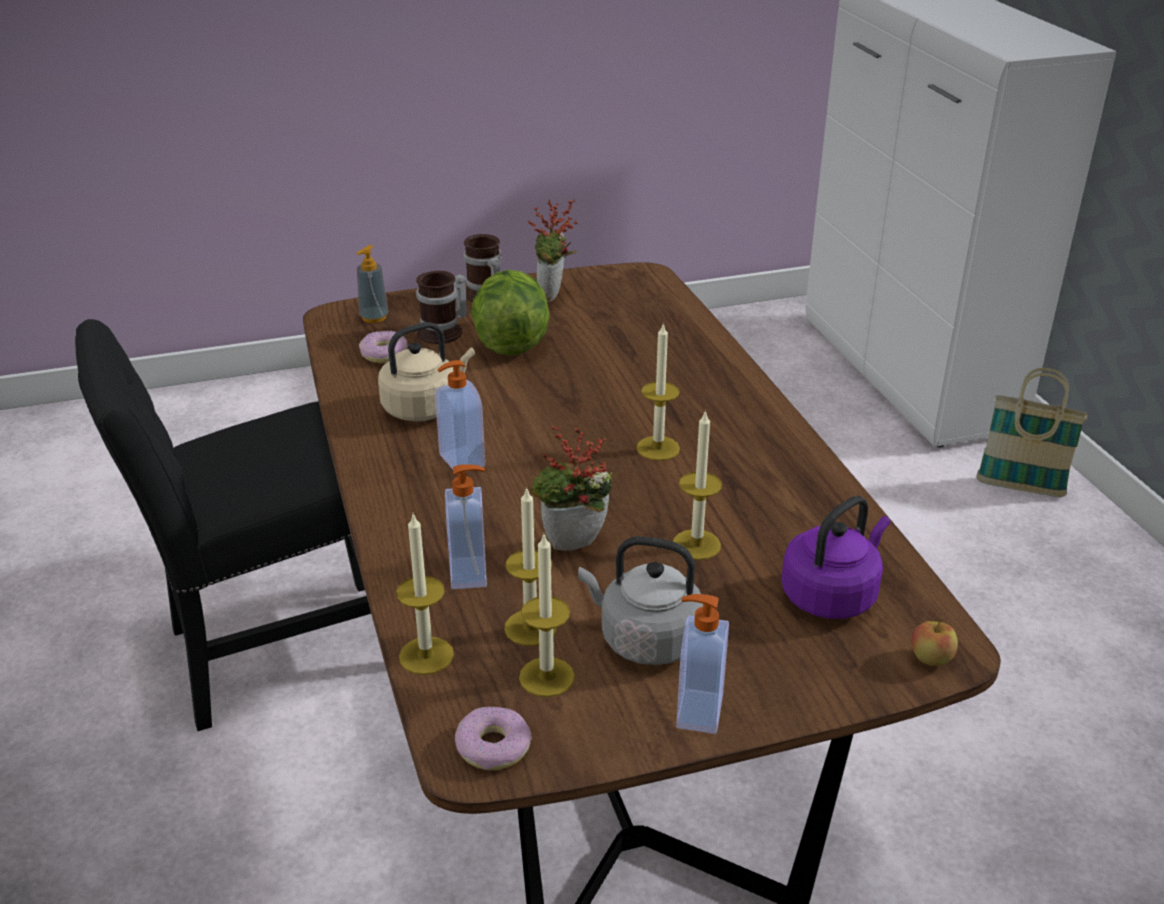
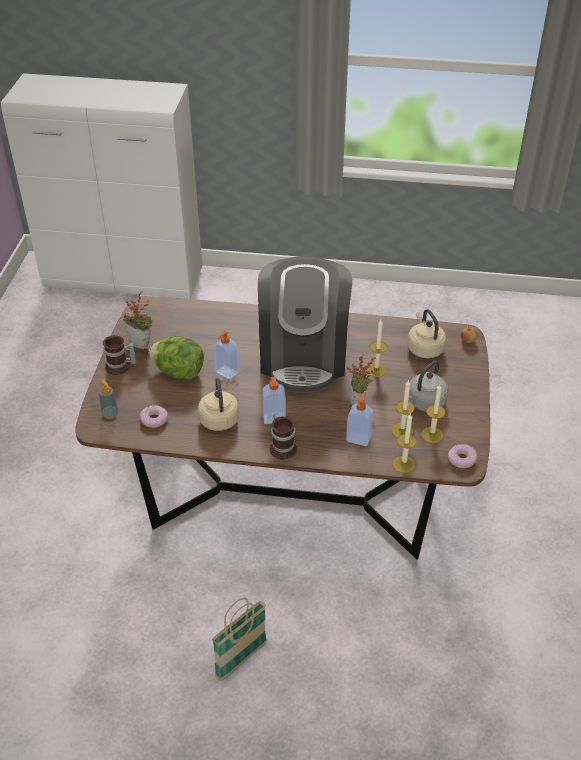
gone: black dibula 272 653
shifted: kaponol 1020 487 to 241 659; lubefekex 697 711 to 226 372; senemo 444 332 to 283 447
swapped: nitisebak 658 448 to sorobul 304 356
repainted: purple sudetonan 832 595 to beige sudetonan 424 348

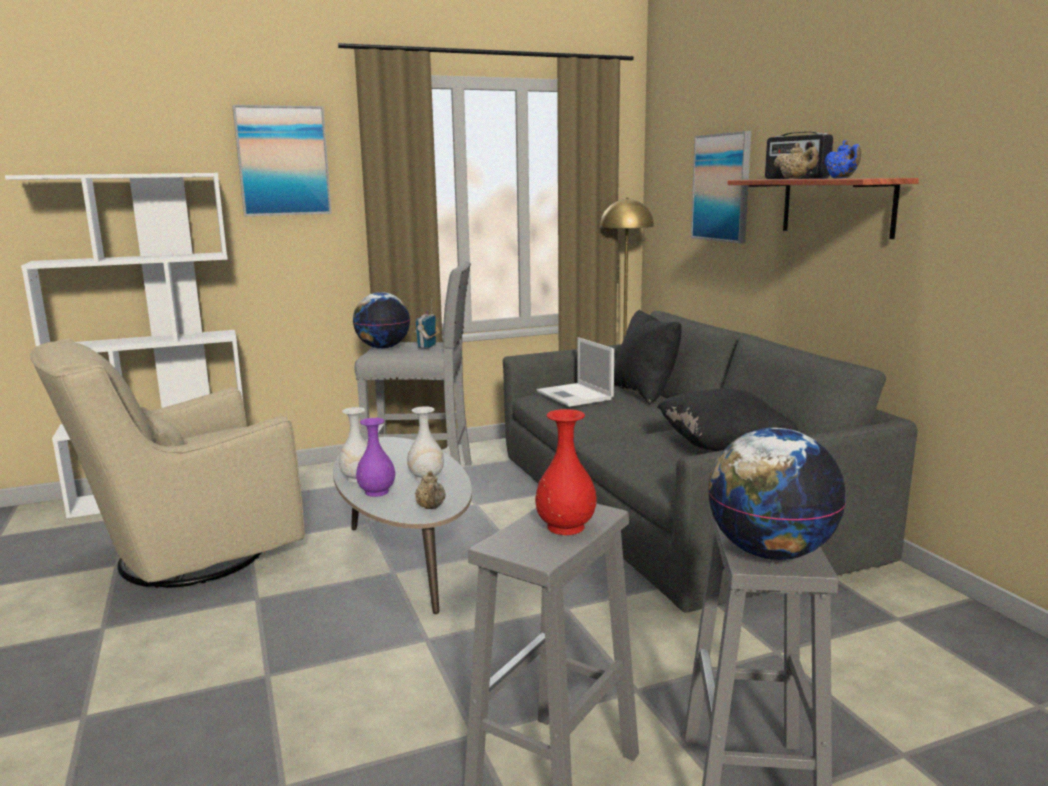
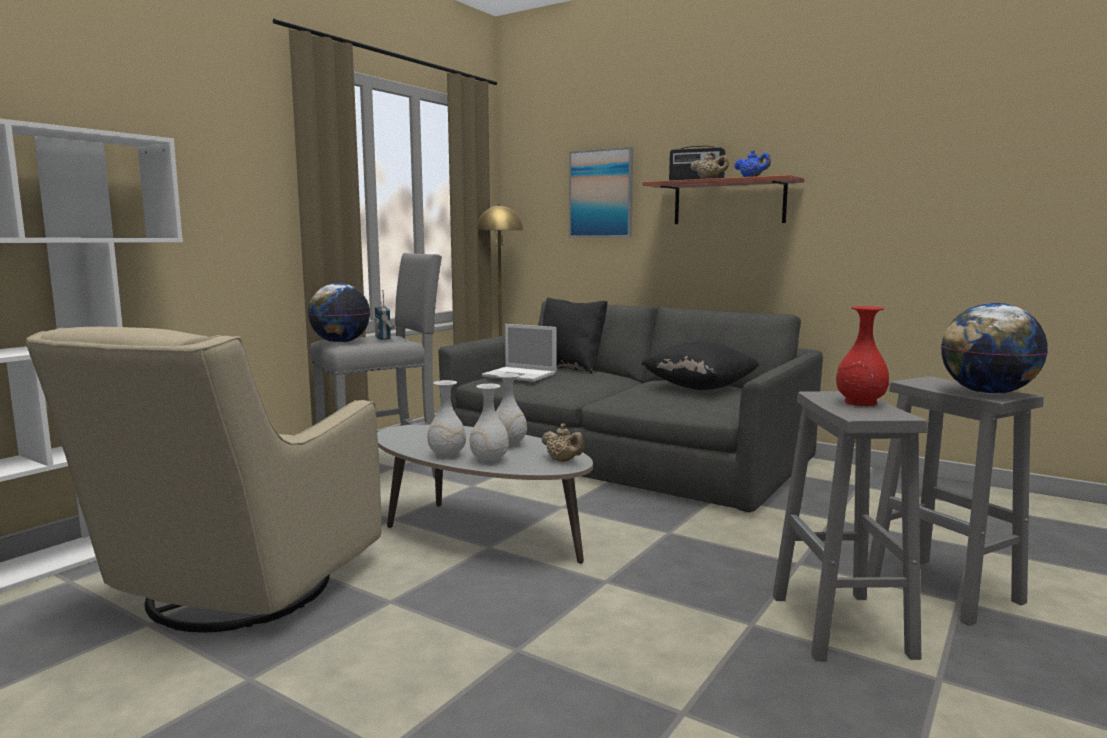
gone: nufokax 283 161
repainted: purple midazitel 377 492 to white midazitel 489 460

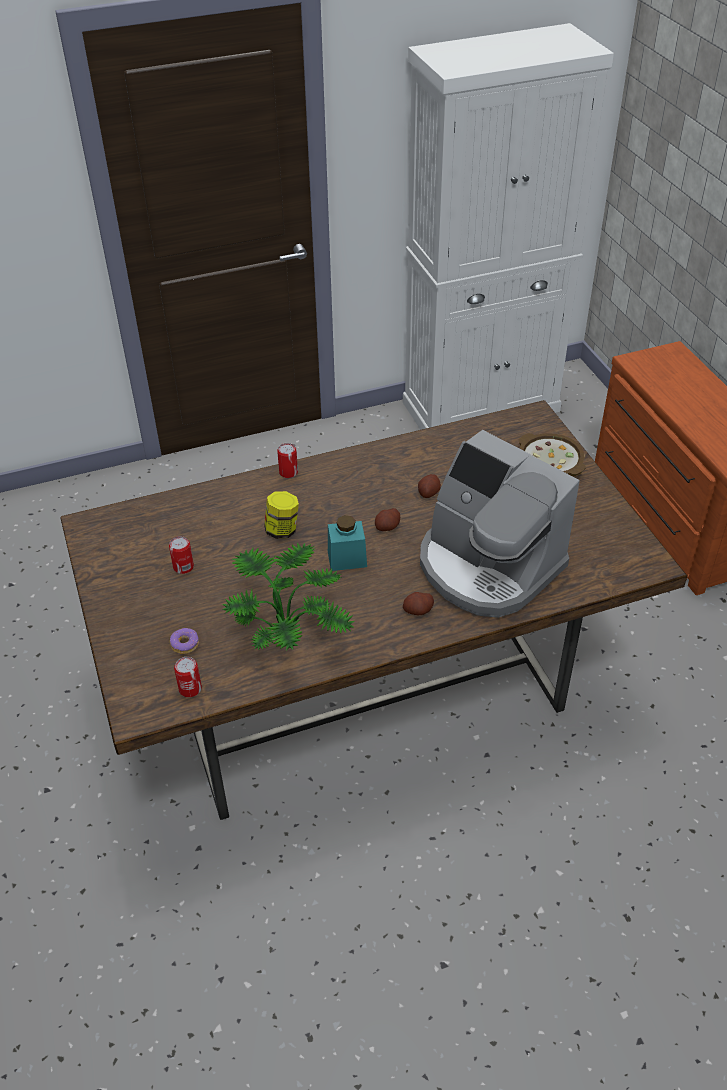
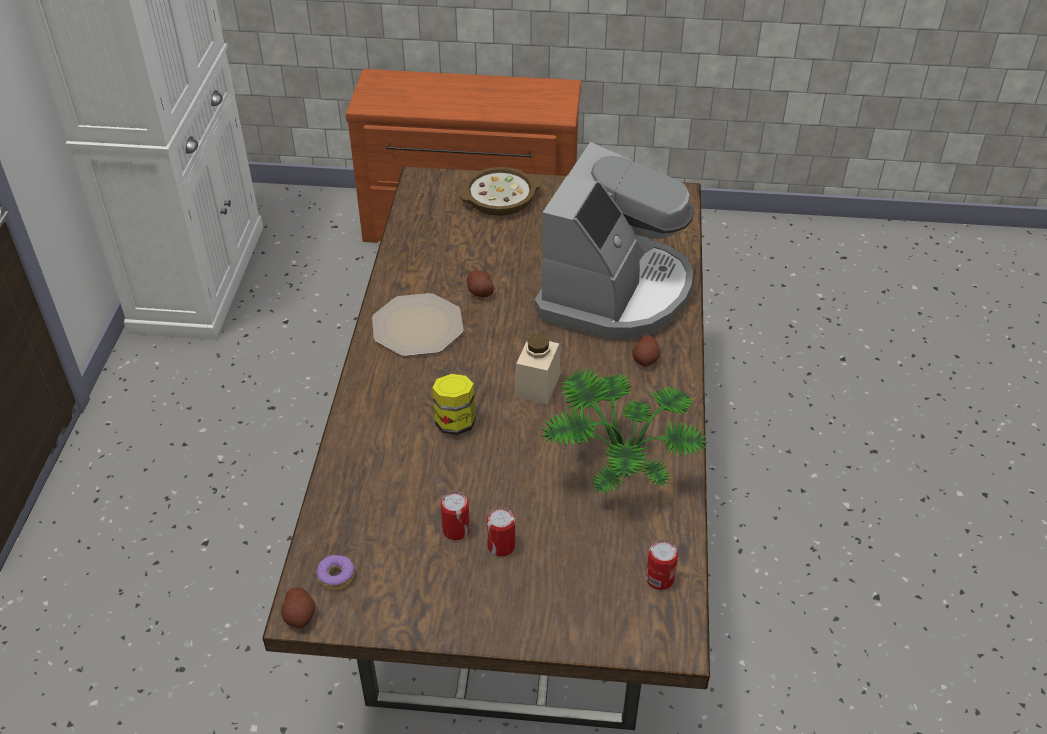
new: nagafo 418 326
shifted: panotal 387 527 to 299 616; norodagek 185 644 to 336 576; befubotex 288 472 to 501 546
repainted: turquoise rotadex 347 558 to beige rotadex 537 385
rotated: sorobul 487 567 = 615 291 45 degrees counterclockwise

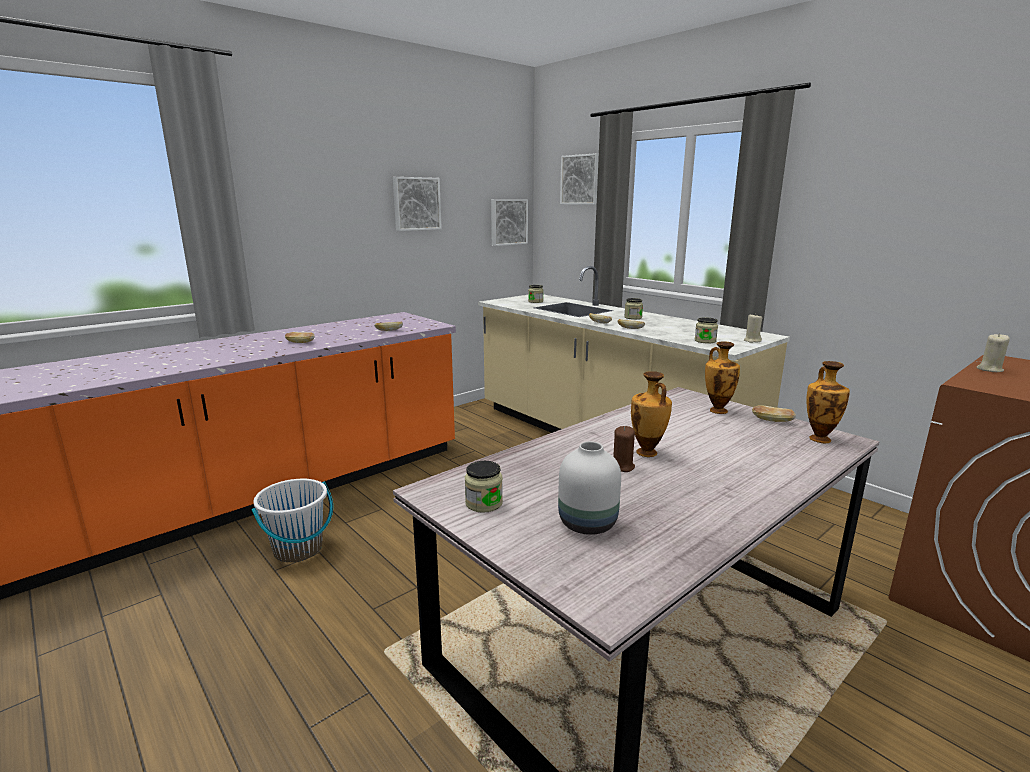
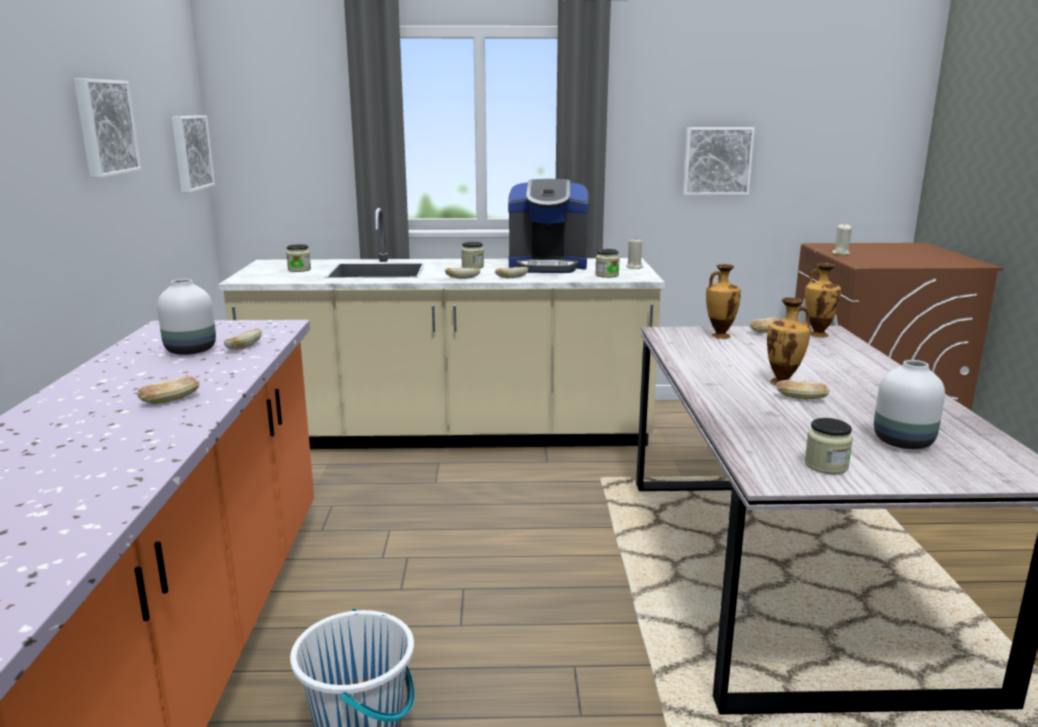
new: white midazitel 191 350; sorobul 548 266
shifted: nufokax 581 180 to 717 161
swapped: brown nitisebak 621 467 to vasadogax 801 398

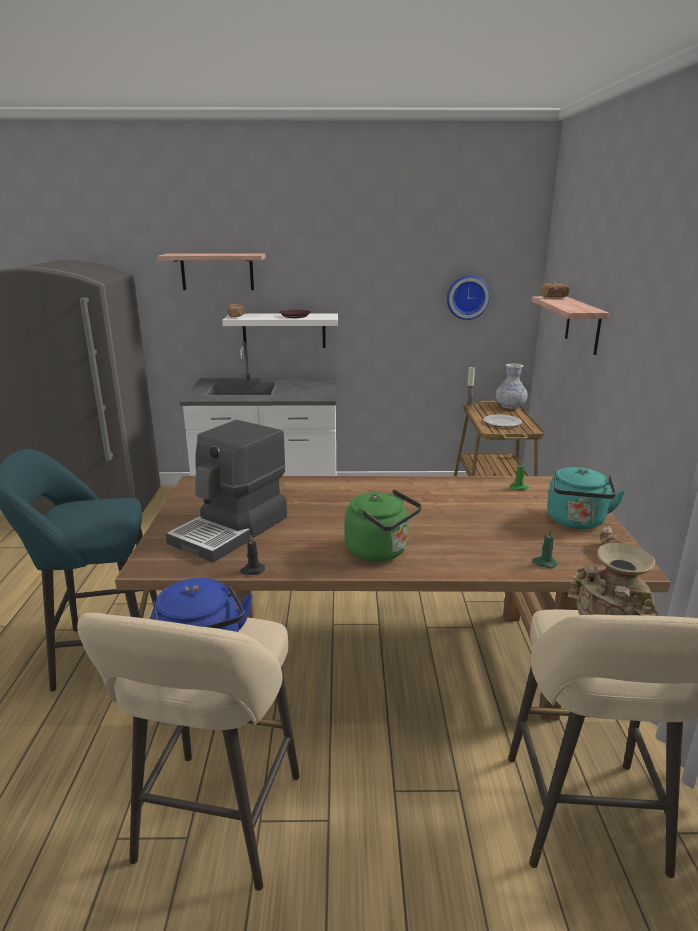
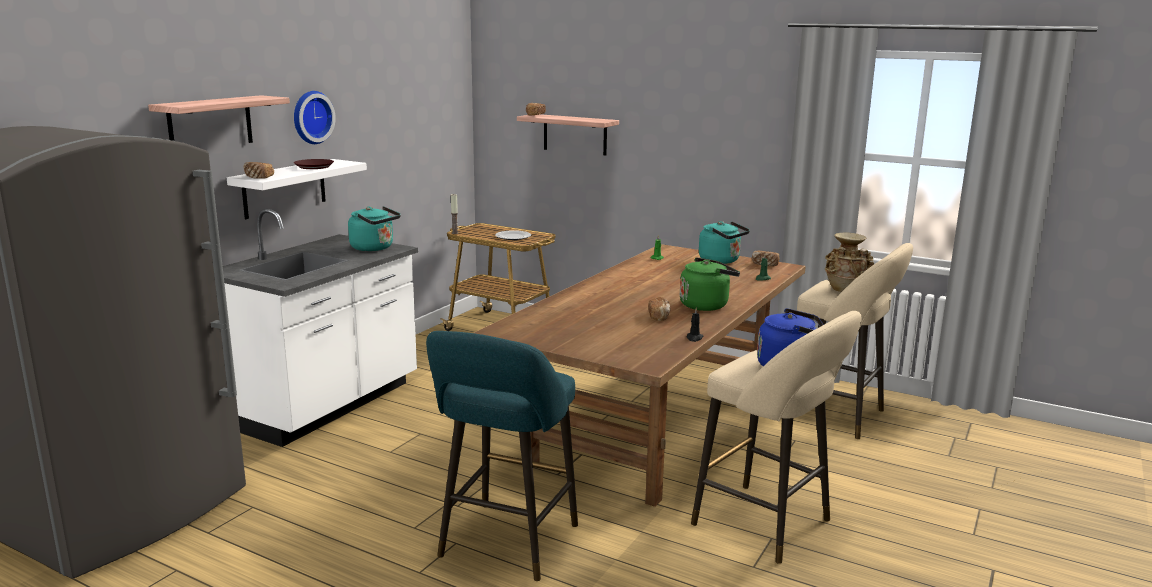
gone: sorobul 232 530; midazitel 510 406
new: turquoise sudetonan 374 248; vasadogax 659 317
shifted: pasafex 467 297 to 310 117

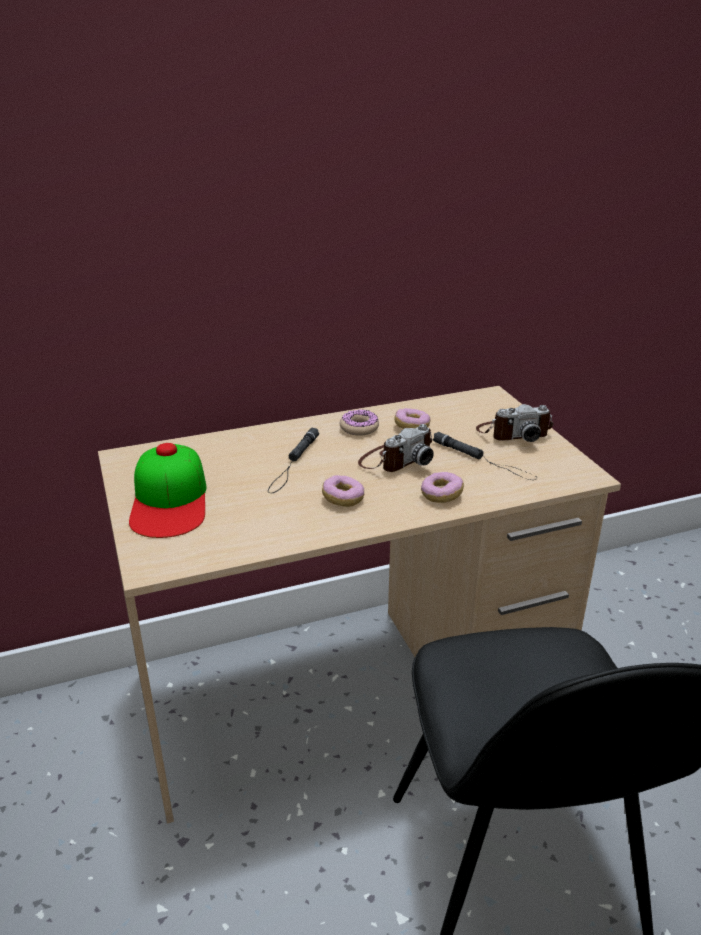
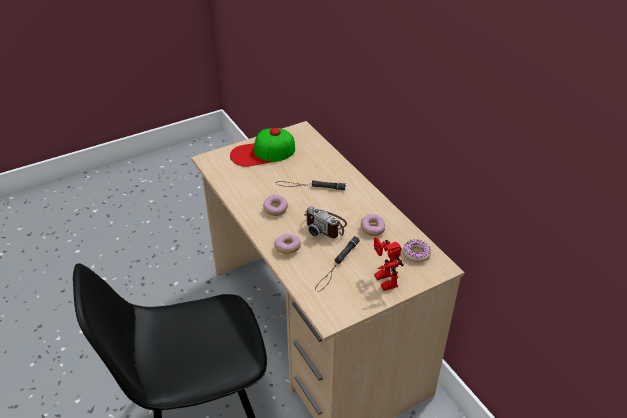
shifted: norodagek 359 428 to 416 254
swapped: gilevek 513 433 to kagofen 382 280

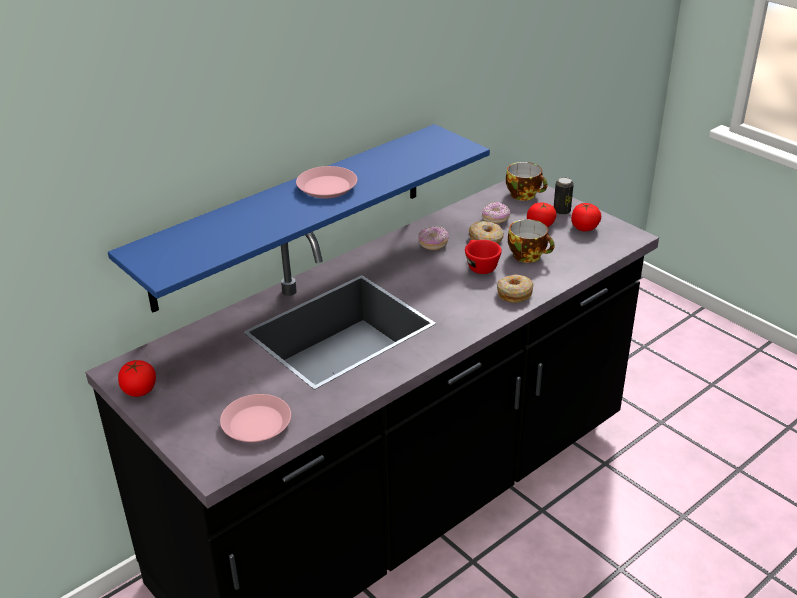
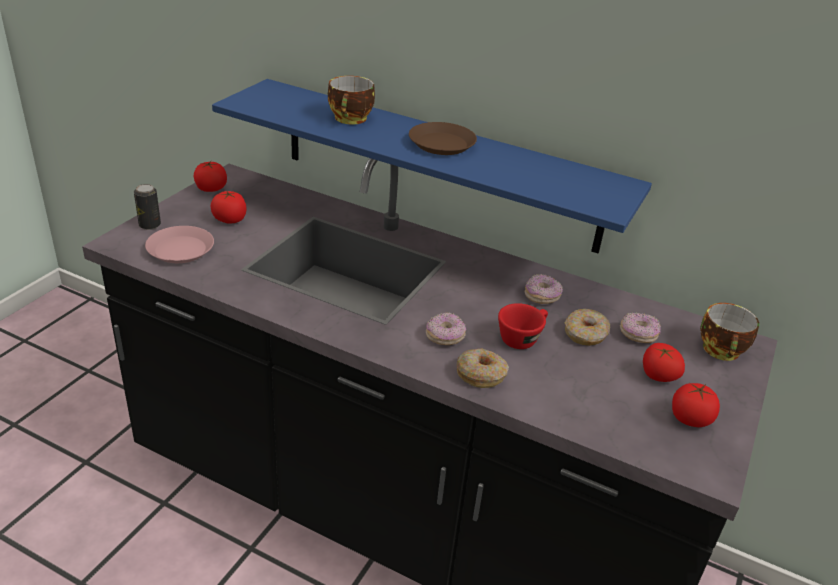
new: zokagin 230 220; norodagek 445 337
shifted: befubotex 562 211 to 150 225; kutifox 529 255 to 351 119
repainted: pink nagafo 326 187 to brown nagafo 441 144

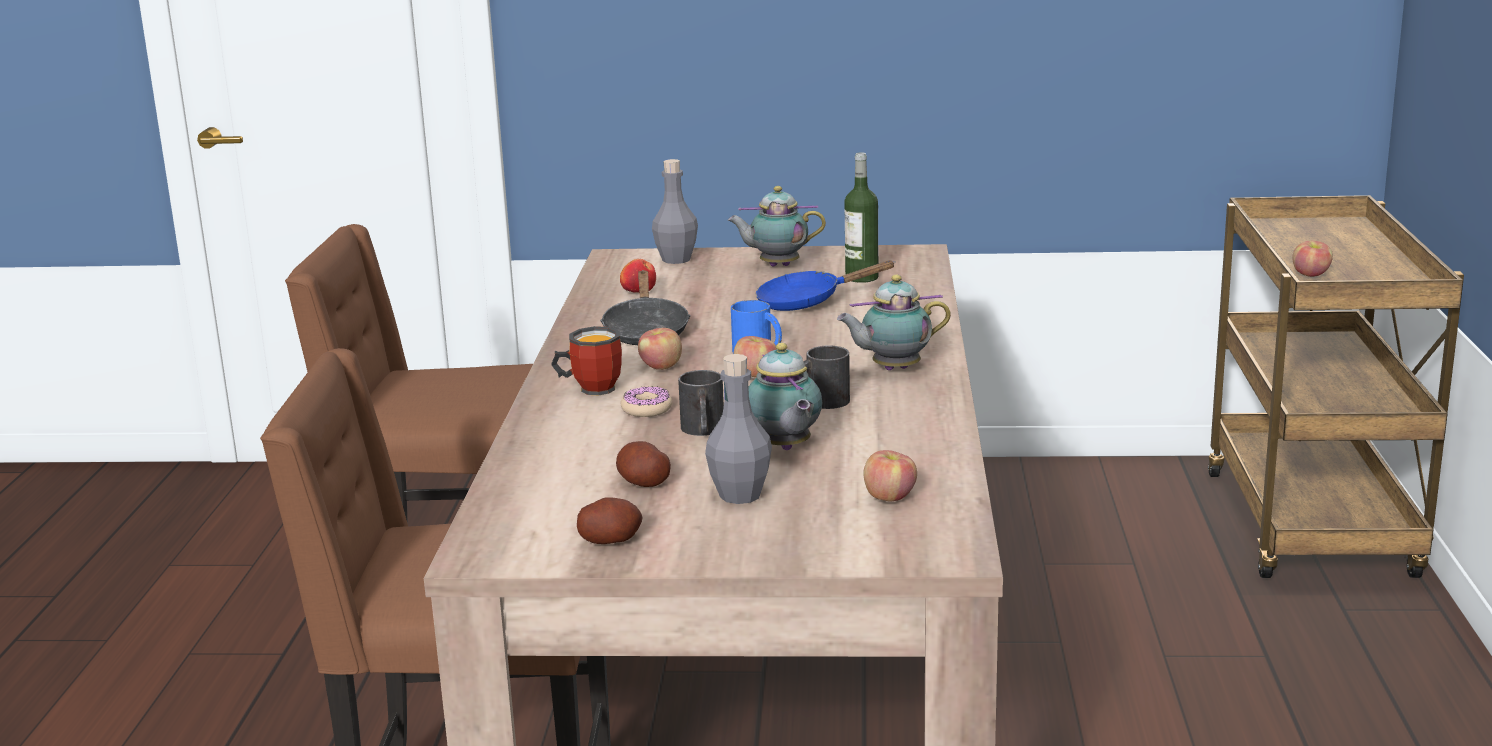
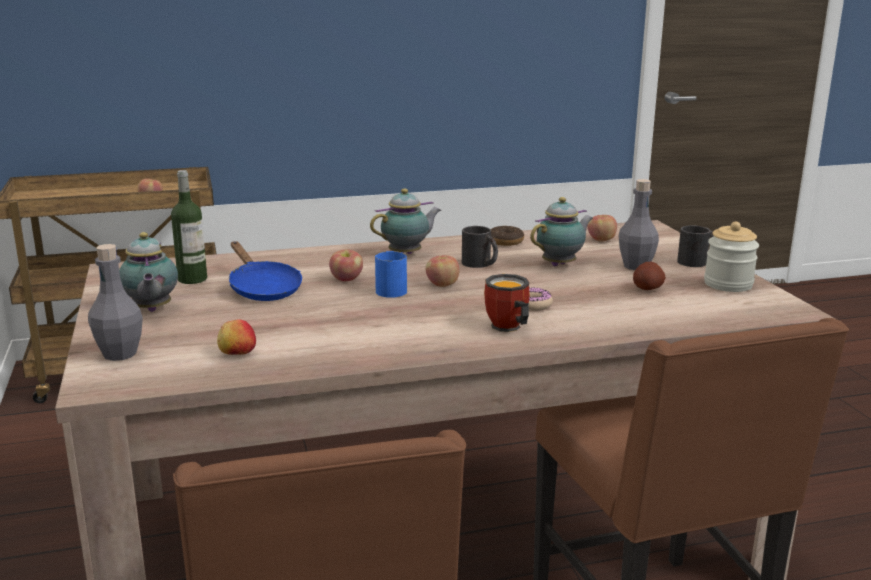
gone: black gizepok 645 331
new: norodagek 505 241
shifted: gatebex 661 367 to 346 279; black senemo 703 430 to 697 261
swapped: panotal 610 540 to rotadex 728 284
rotated: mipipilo 892 369 = 407 254 90 degrees counterclockwise

